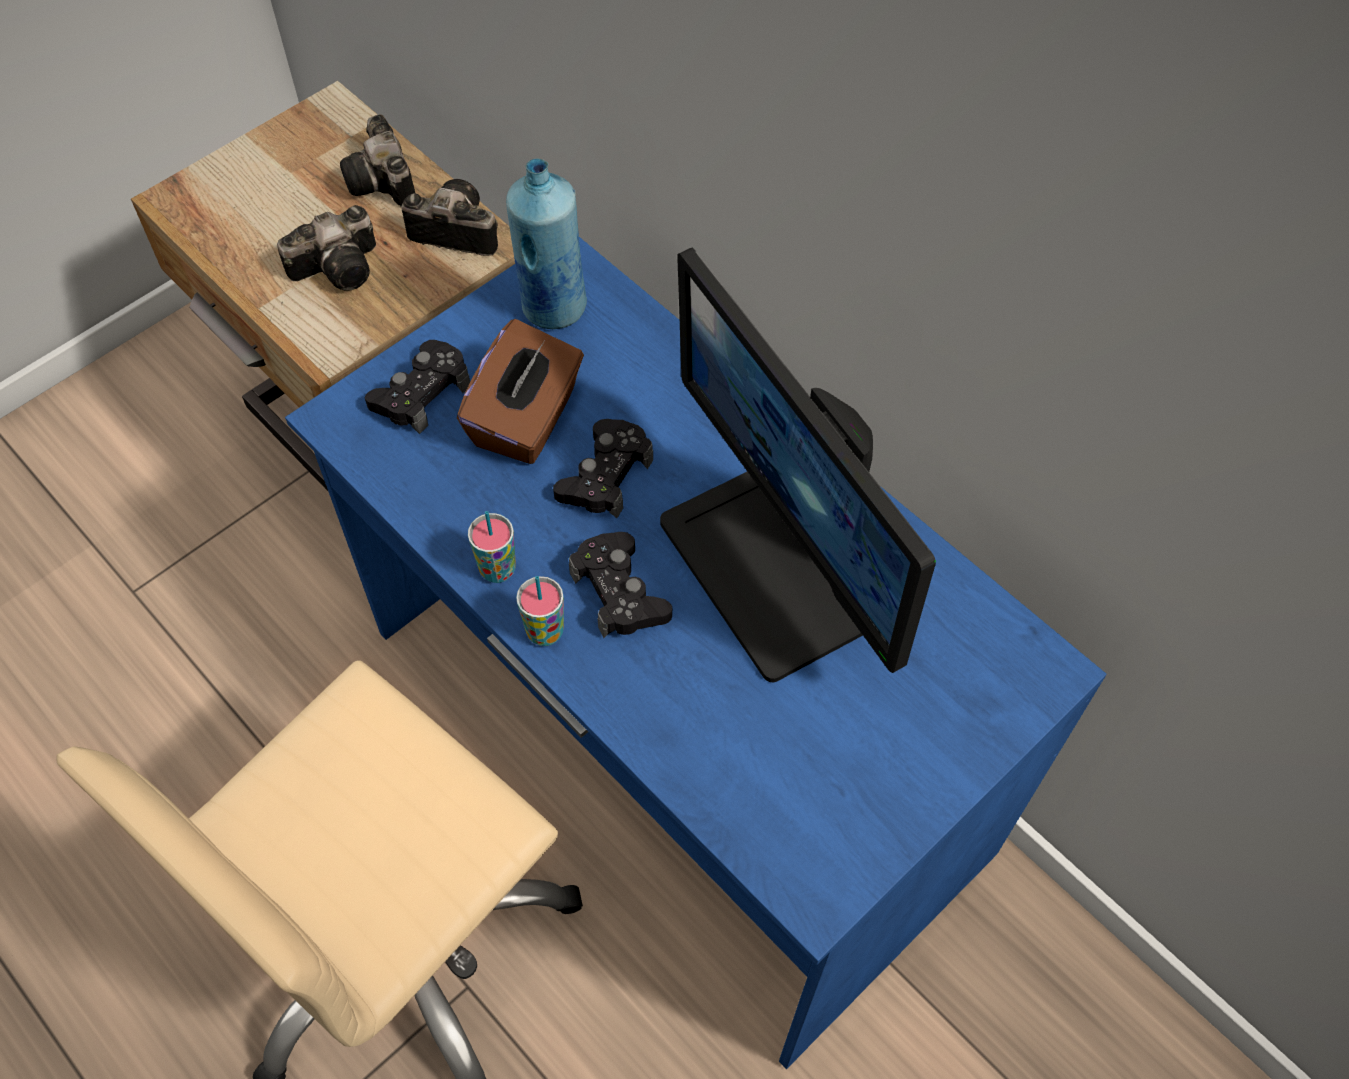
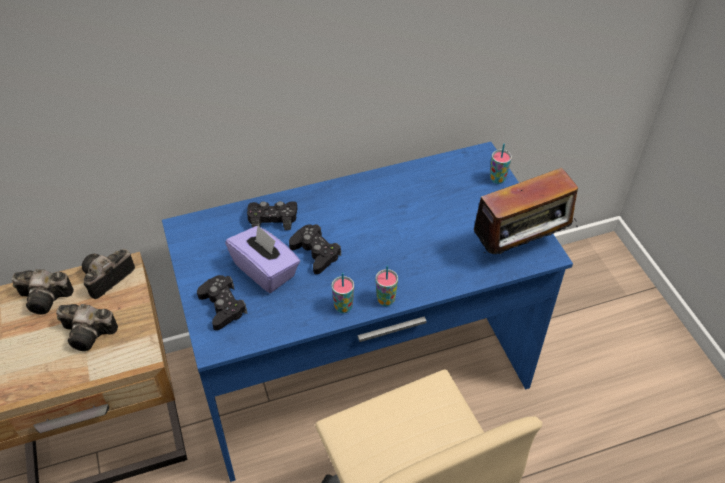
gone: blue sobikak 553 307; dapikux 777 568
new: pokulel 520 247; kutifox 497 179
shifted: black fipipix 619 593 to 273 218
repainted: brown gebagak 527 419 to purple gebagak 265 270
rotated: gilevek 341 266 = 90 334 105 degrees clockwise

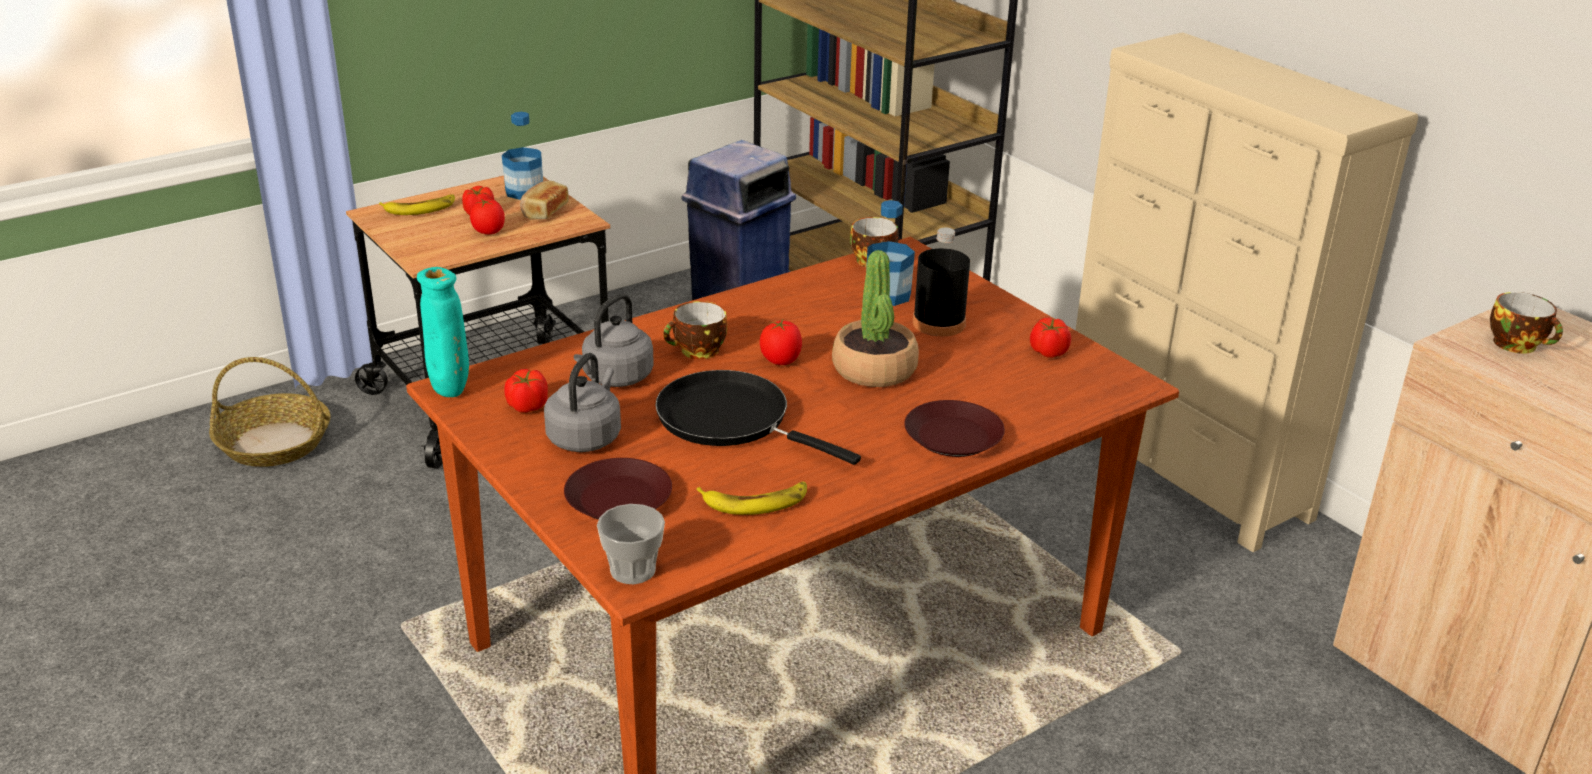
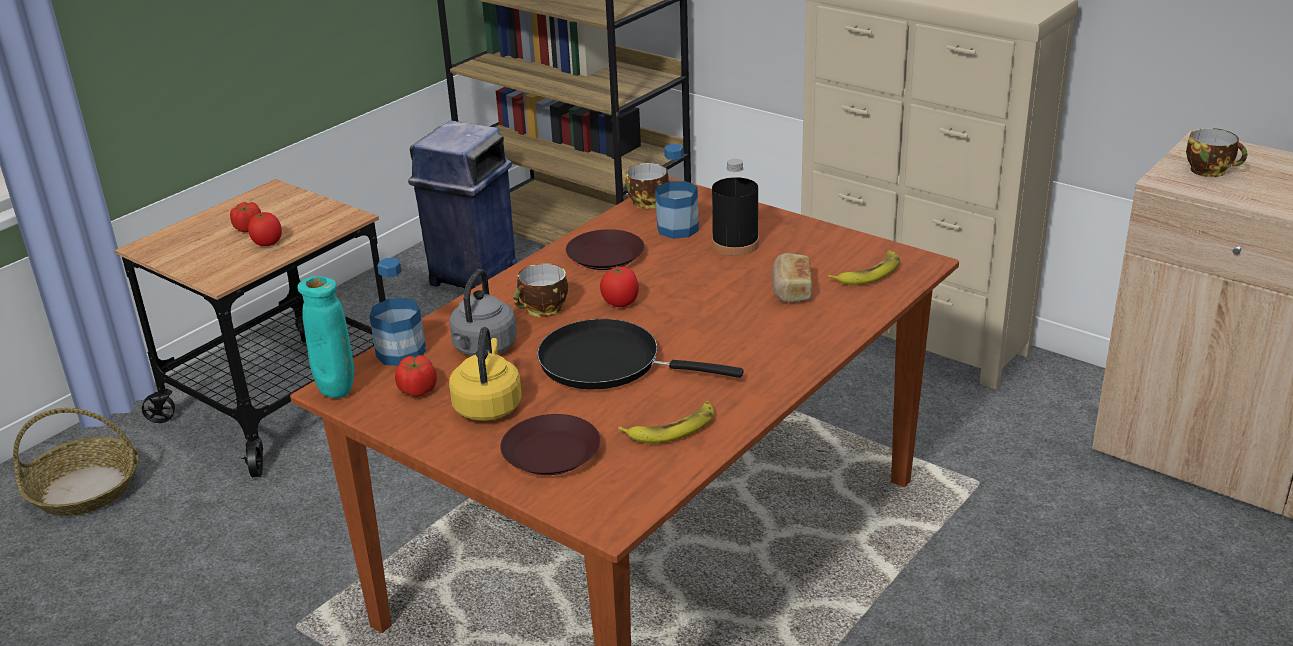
gone: kutifox 633 570; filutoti 874 369; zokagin 1048 352
shifted: sobikak 524 191 to 401 353; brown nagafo 954 437 to 606 256; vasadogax 543 211 to 791 290; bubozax 420 209 to 869 273
repainted: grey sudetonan 586 437 to yellow sudetonan 488 405

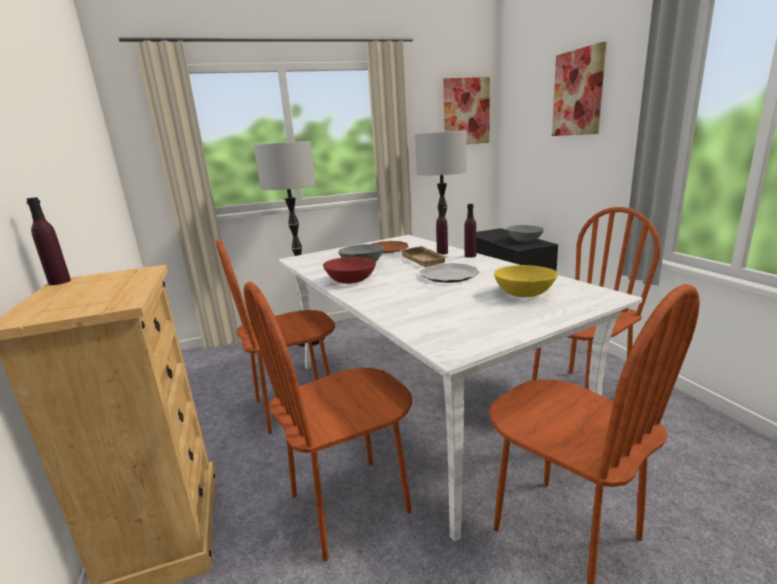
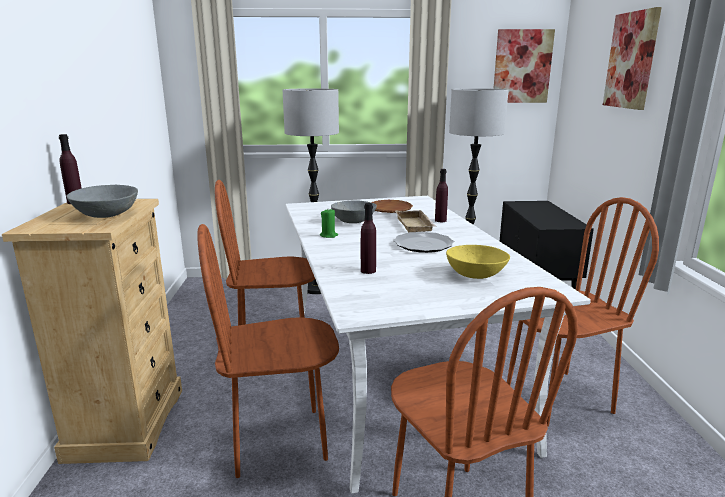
shifted: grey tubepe 524 240 to 106 215; purple sobikak 470 256 to 368 270
swapped: red tubepe 350 281 to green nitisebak 328 235

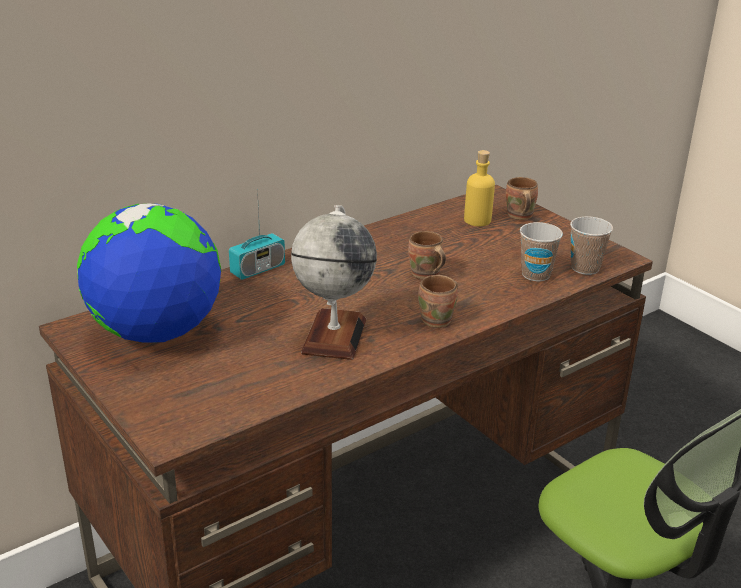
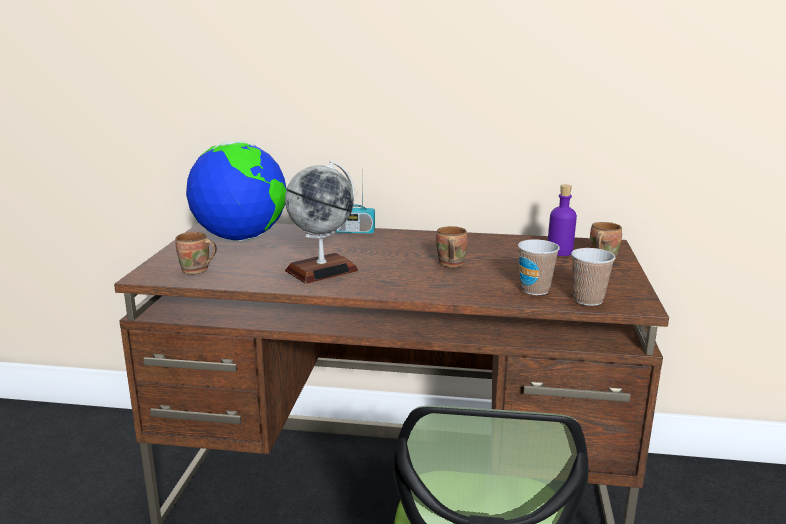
shifted: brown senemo 439 320 to 196 271
repainted: yellow sobikak 477 220 to purple sobikak 559 252

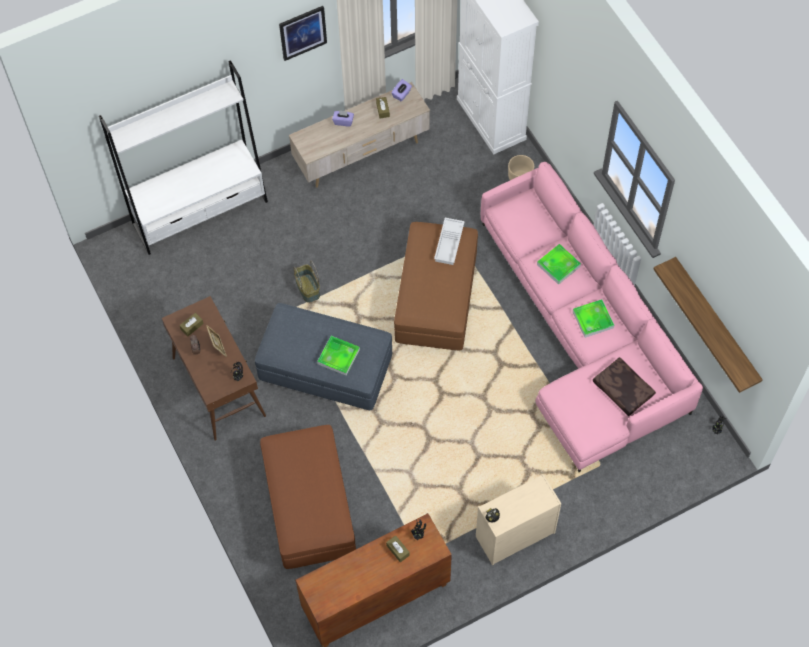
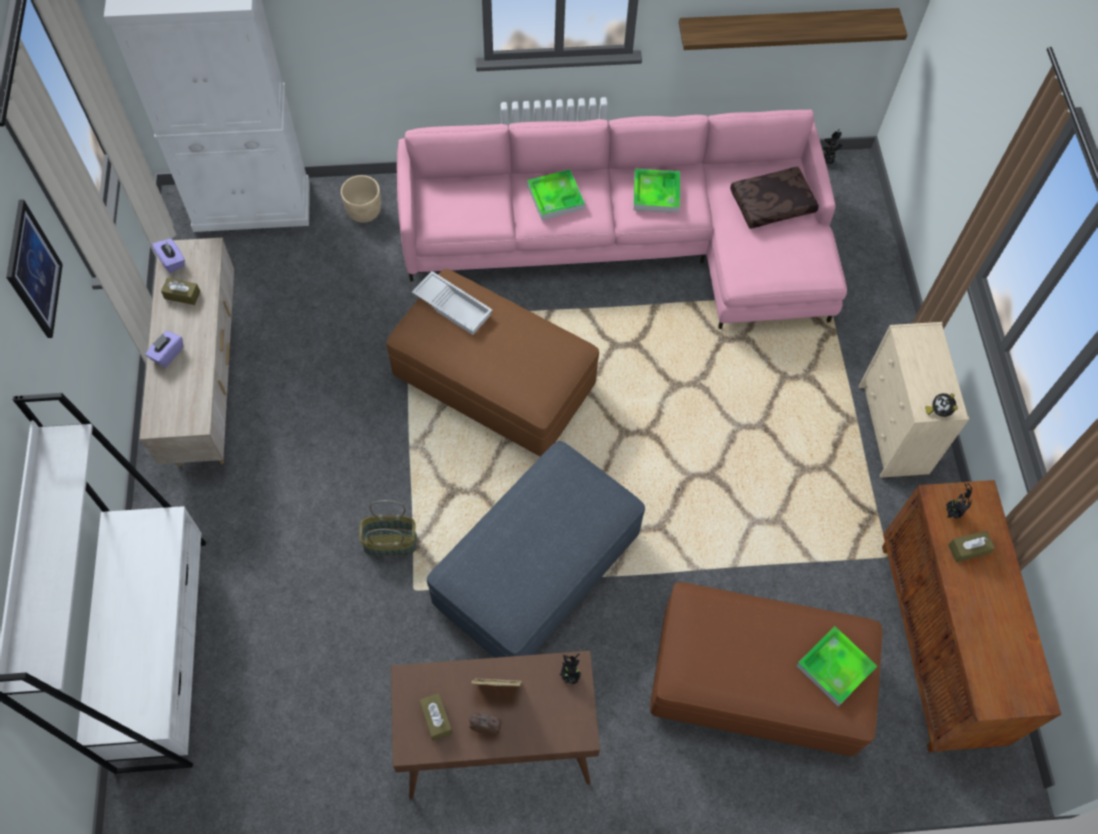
shifted: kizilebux 338 357 to 835 667

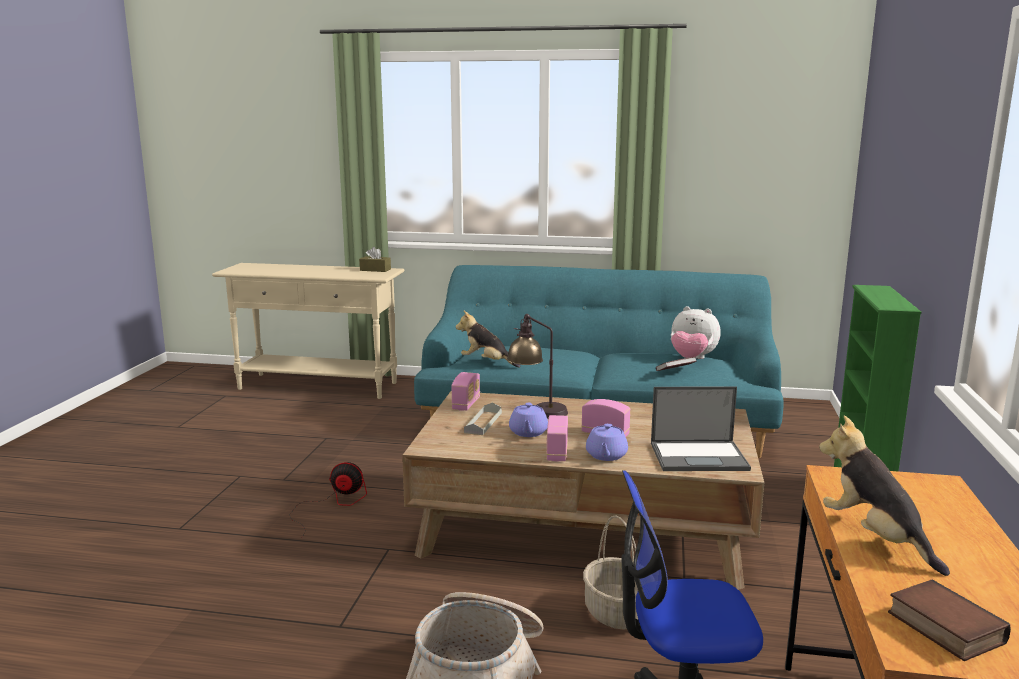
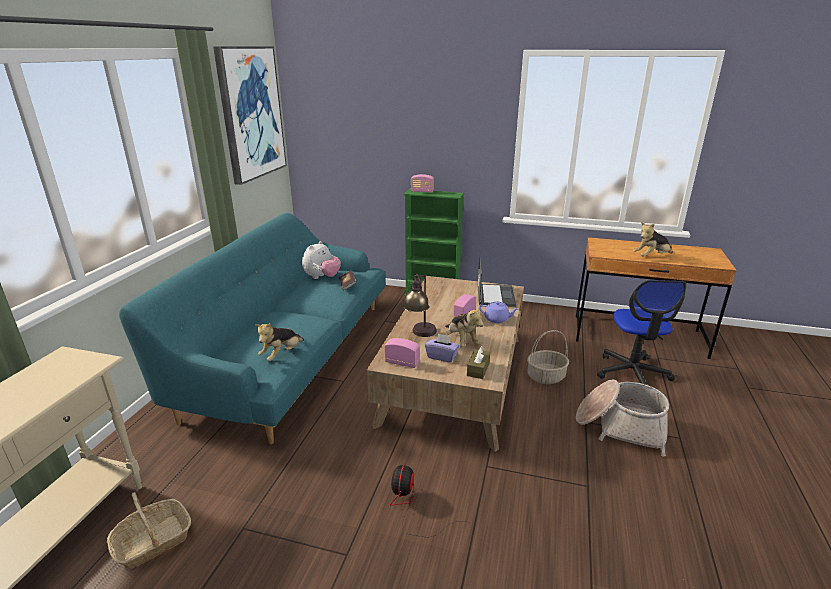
gone: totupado 942 627
new: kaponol 153 541; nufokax 251 113
shifted: pokulel 557 453 to 422 191; brown gebagak 375 270 to 478 369
swapped: grey kizilebux 483 422 to purple gebagak 442 356; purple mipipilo 528 433 to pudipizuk 461 340

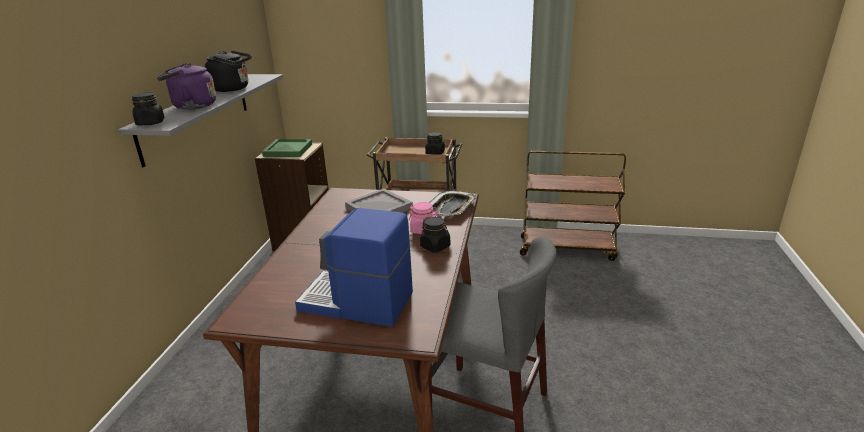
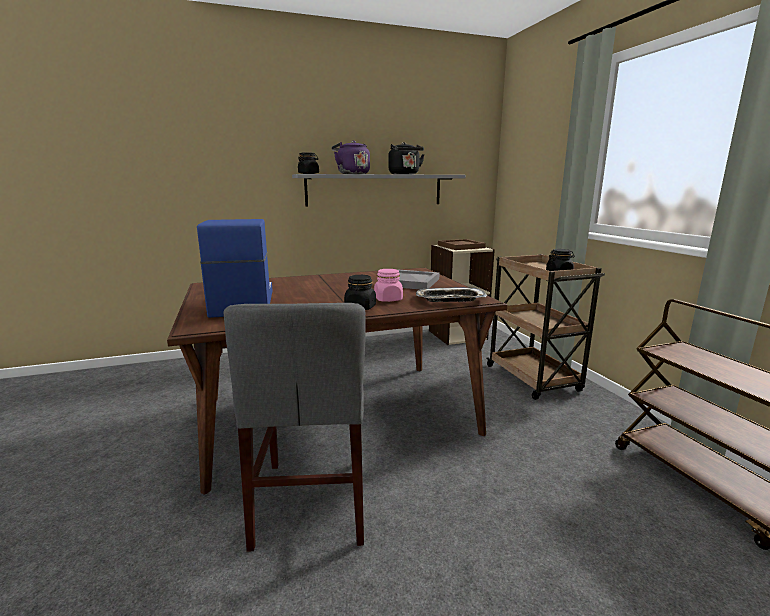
repainted: green kizilebux 288 150 to brown kizilebux 460 246

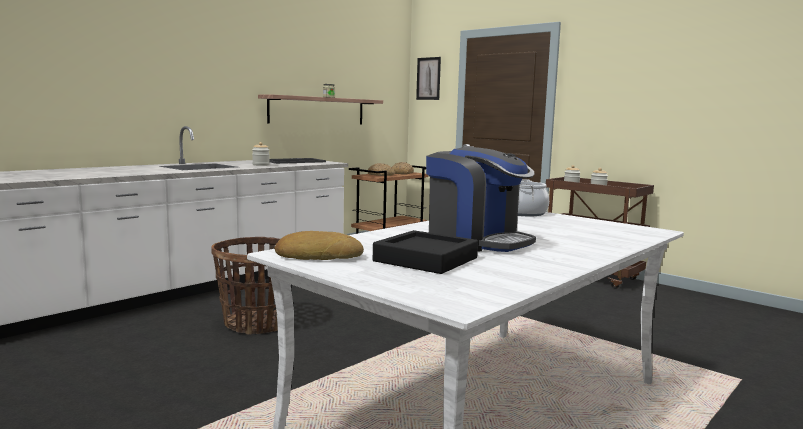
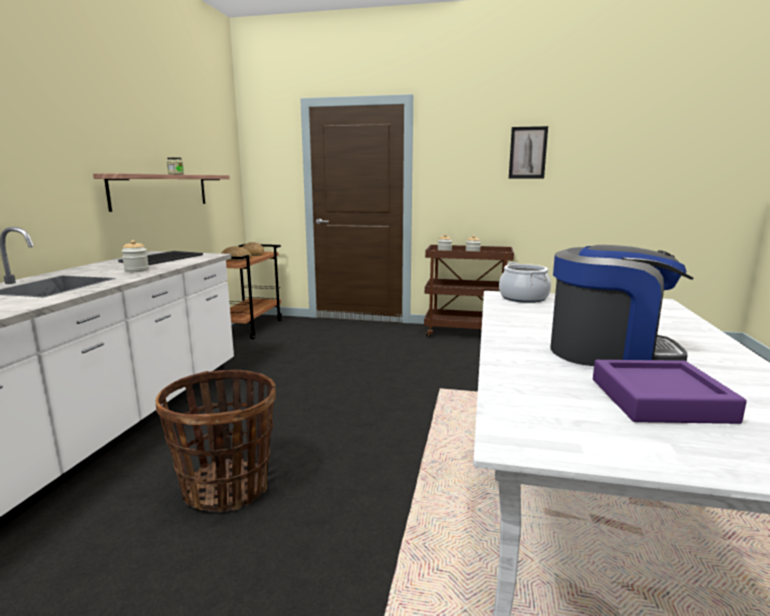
gone: vasadogax 318 255
shifted: nufokax 428 78 to 527 152
repainted: black kizilebux 425 259 to purple kizilebux 659 400

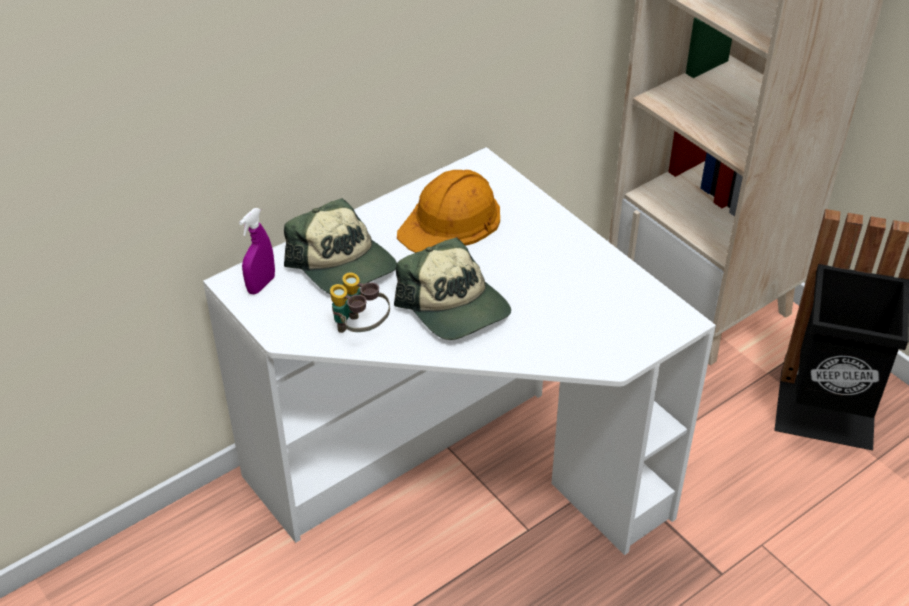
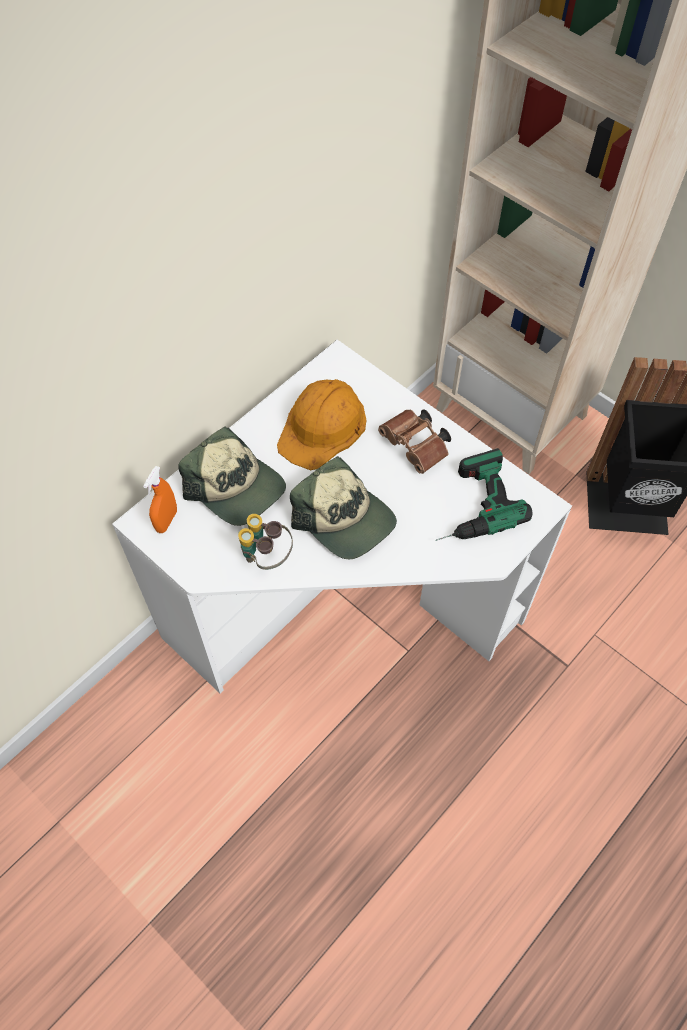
new: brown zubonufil 416 447; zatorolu 469 504
repainted: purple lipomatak 261 285 to orange lipomatak 166 521

